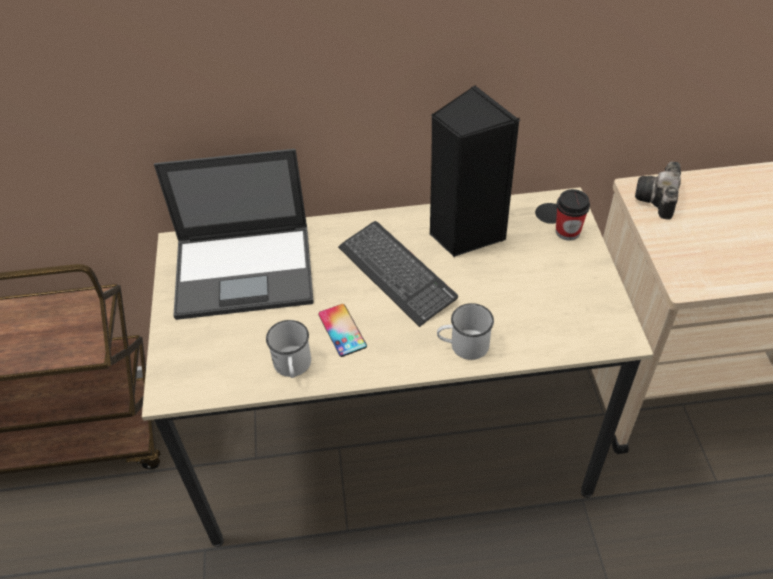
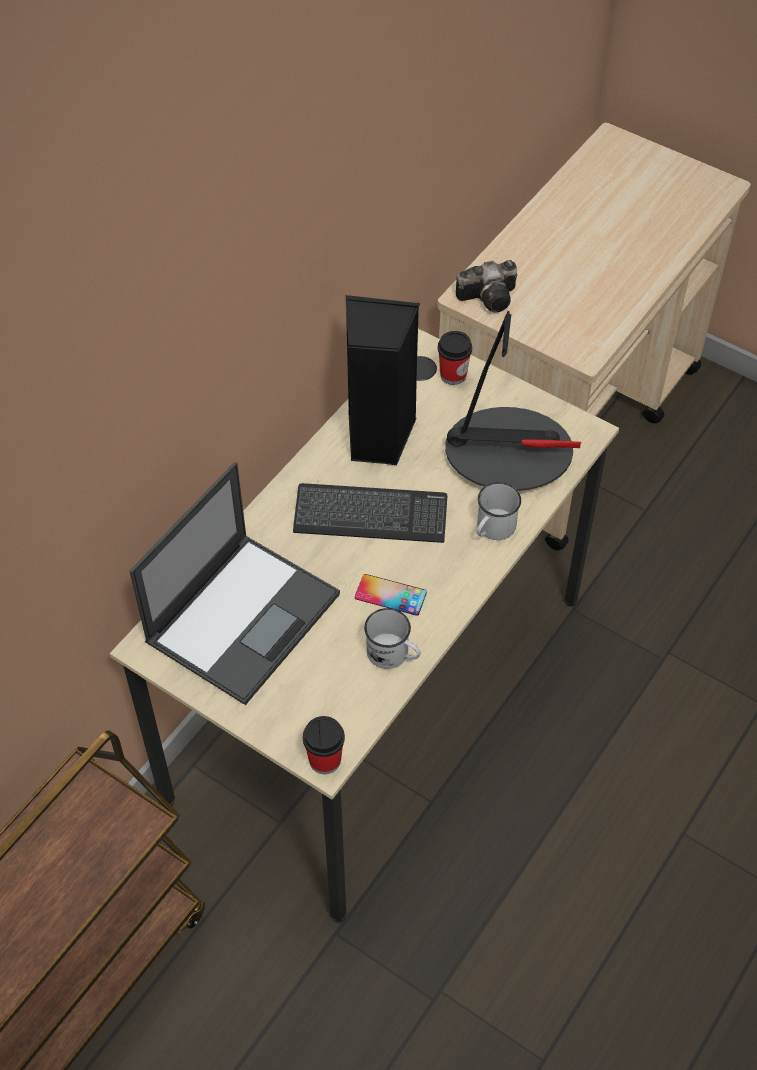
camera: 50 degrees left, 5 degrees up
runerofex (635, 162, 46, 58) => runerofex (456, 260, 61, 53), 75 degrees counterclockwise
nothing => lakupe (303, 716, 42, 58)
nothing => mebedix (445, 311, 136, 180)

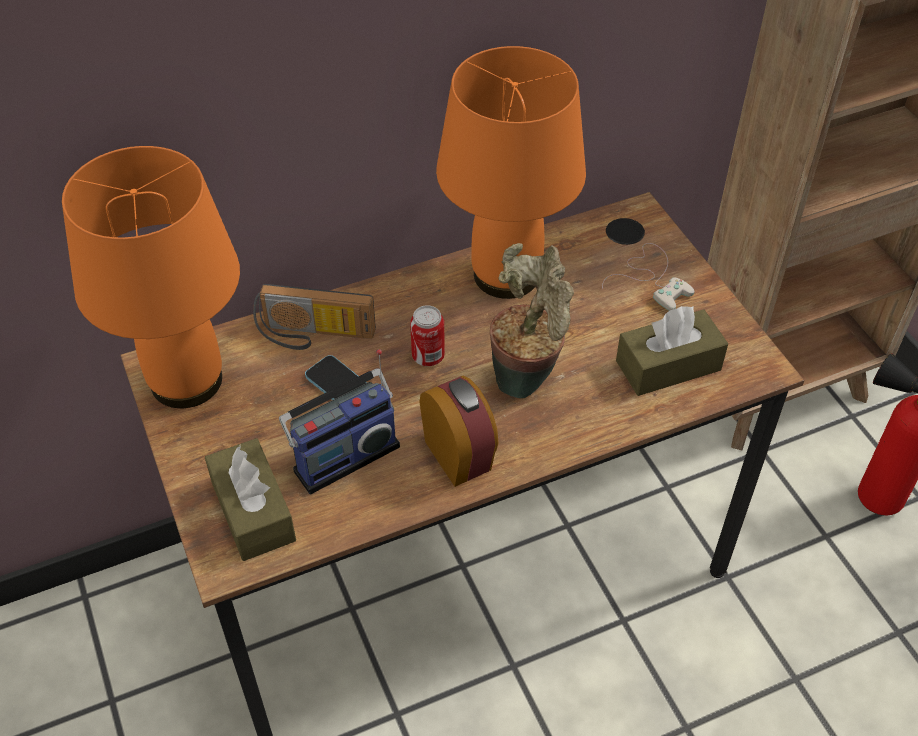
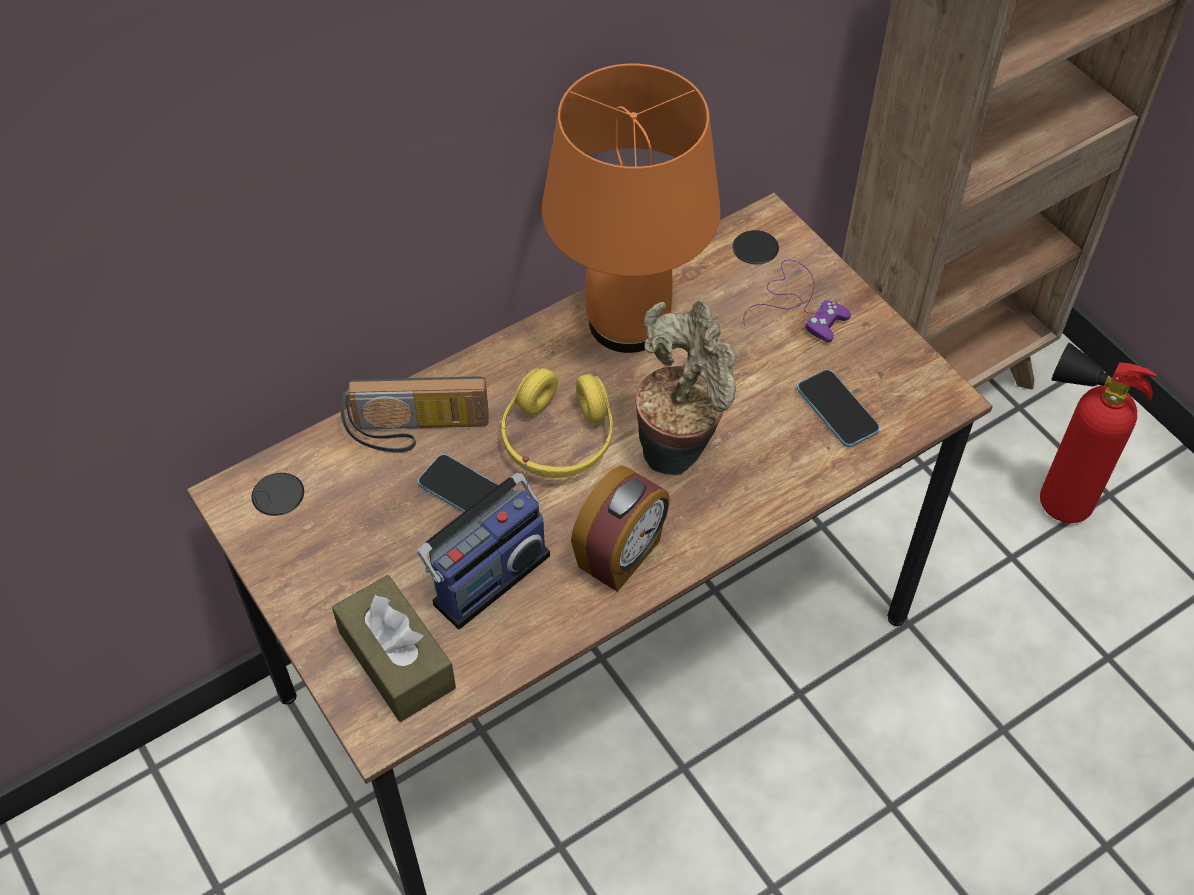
camera: 10 degrees left, 5 degrees up
orange mebedix (62, 146, 178, 262) => nothing
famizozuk (410, 305, 35, 61) => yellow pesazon (501, 368, 112, 110)
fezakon (419, 376, 79, 111) => fezakon (571, 465, 99, 127), 75 degrees clockwise
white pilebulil (602, 243, 93, 68) => purple pilebulil (743, 260, 108, 83)
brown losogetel (616, 306, 112, 90) => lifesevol (797, 369, 83, 79)

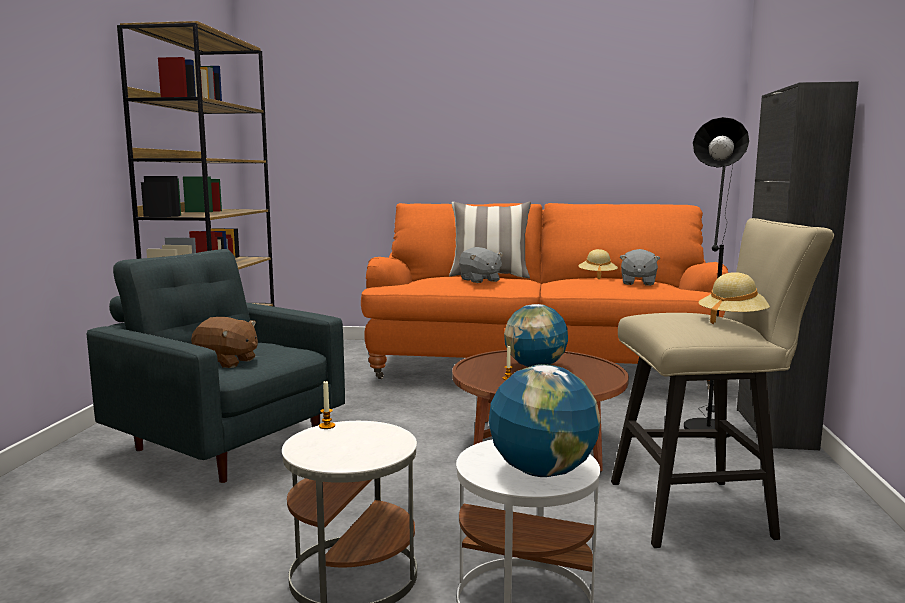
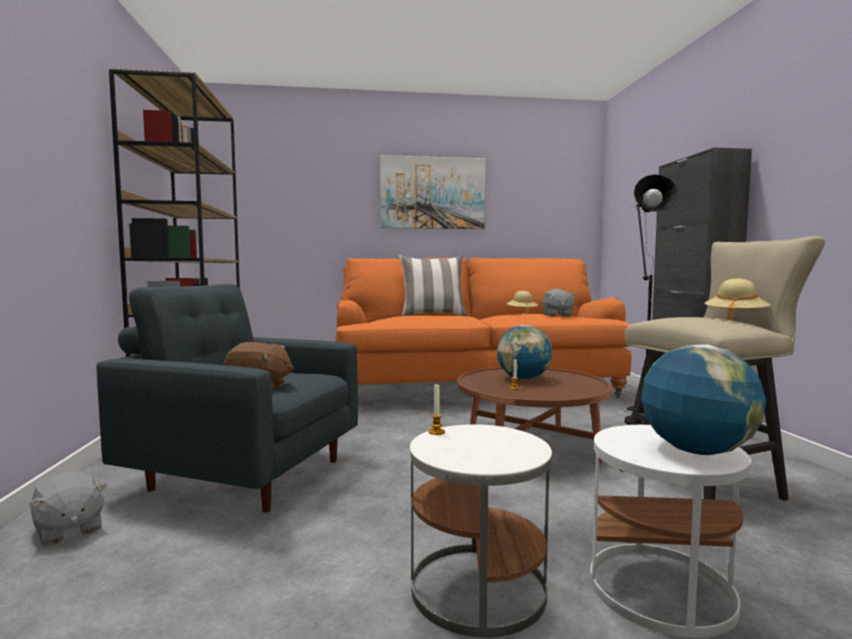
camera: 15 degrees left, 5 degrees down
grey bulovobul (459, 247, 44, 36) => grey bulovobul (29, 472, 78, 73), moved
nothing => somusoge (380, 155, 105, 74)

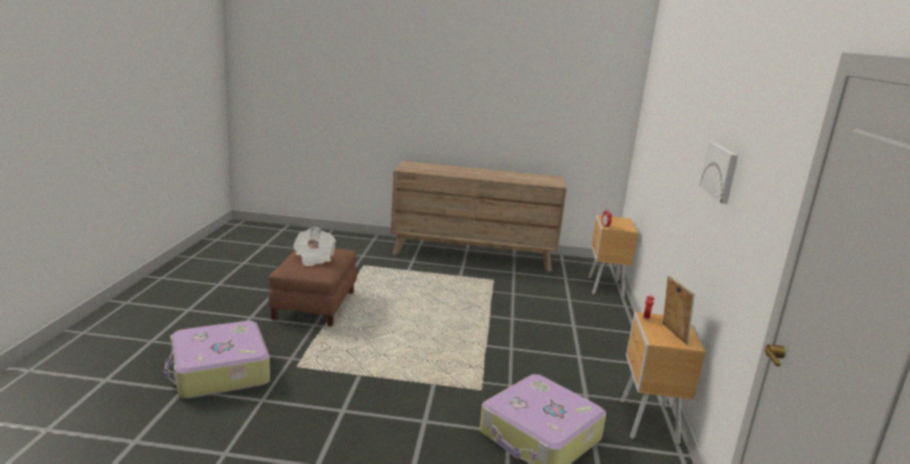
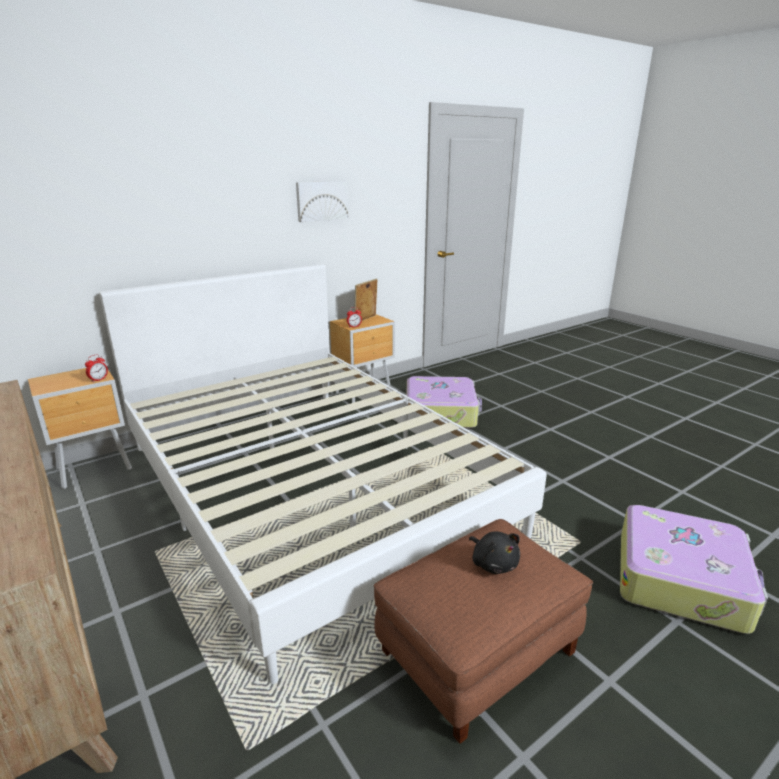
camera: 130 degrees left, 5 degrees up
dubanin (293, 227, 43, 39) => black bulovobul (469, 531, 51, 43)
nothing => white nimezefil (99, 264, 448, 420)

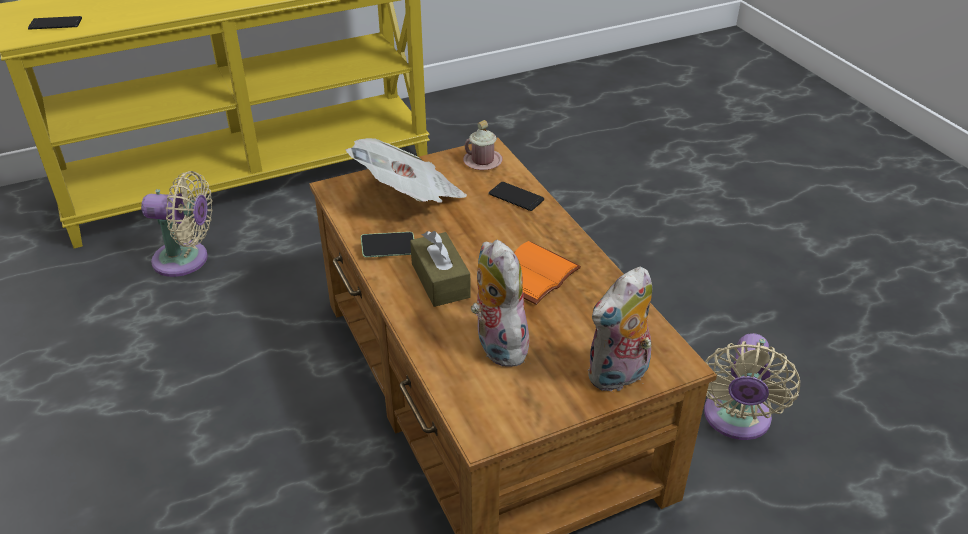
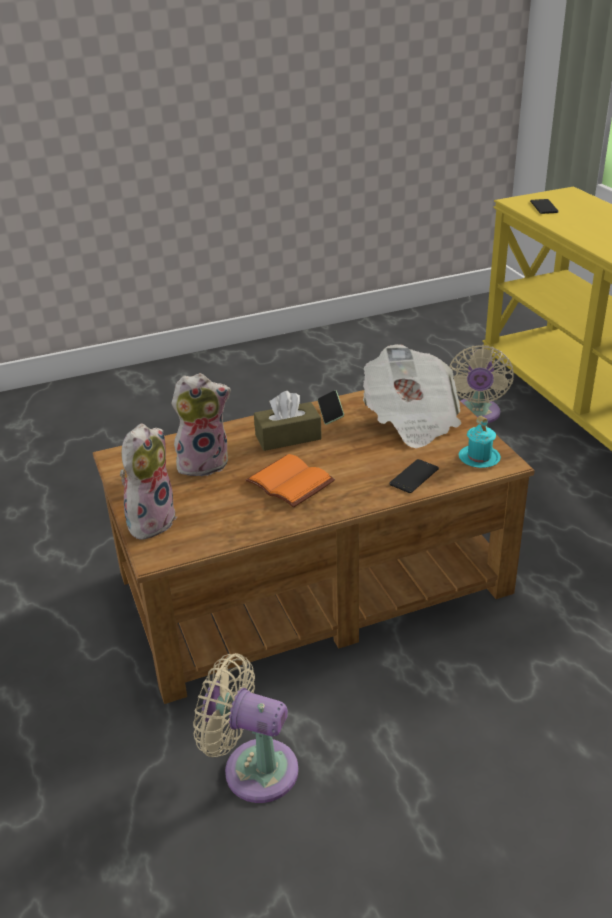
camera: 95 degrees right, 5 degrees down
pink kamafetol (463, 120, 40, 50) => turquoise kamafetol (458, 416, 43, 52)
bulovobul (588, 267, 64, 124) => bulovobul (120, 423, 57, 117), 60 degrees clockwise

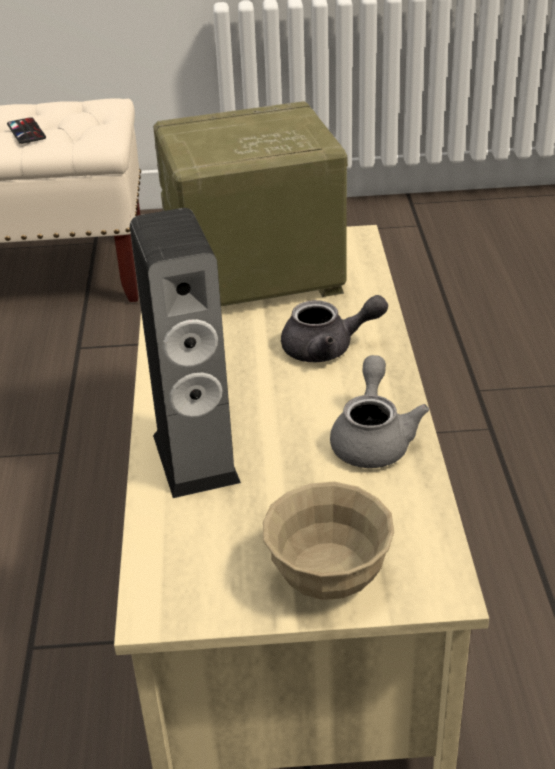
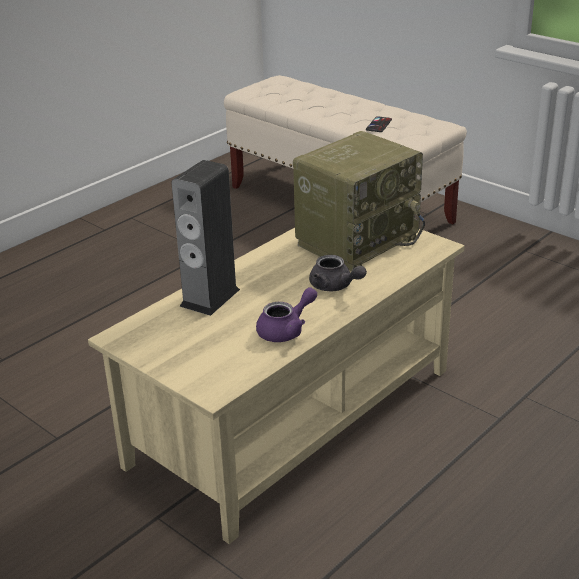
camera: 45 degrees right, 5 degrees down
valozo (153, 101, 195, 205) => valozo (293, 131, 132, 141), 105 degrees clockwise
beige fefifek (263, 481, 131, 119) => nothing
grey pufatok (330, 355, 99, 113) => purple pufatok (256, 287, 61, 55)

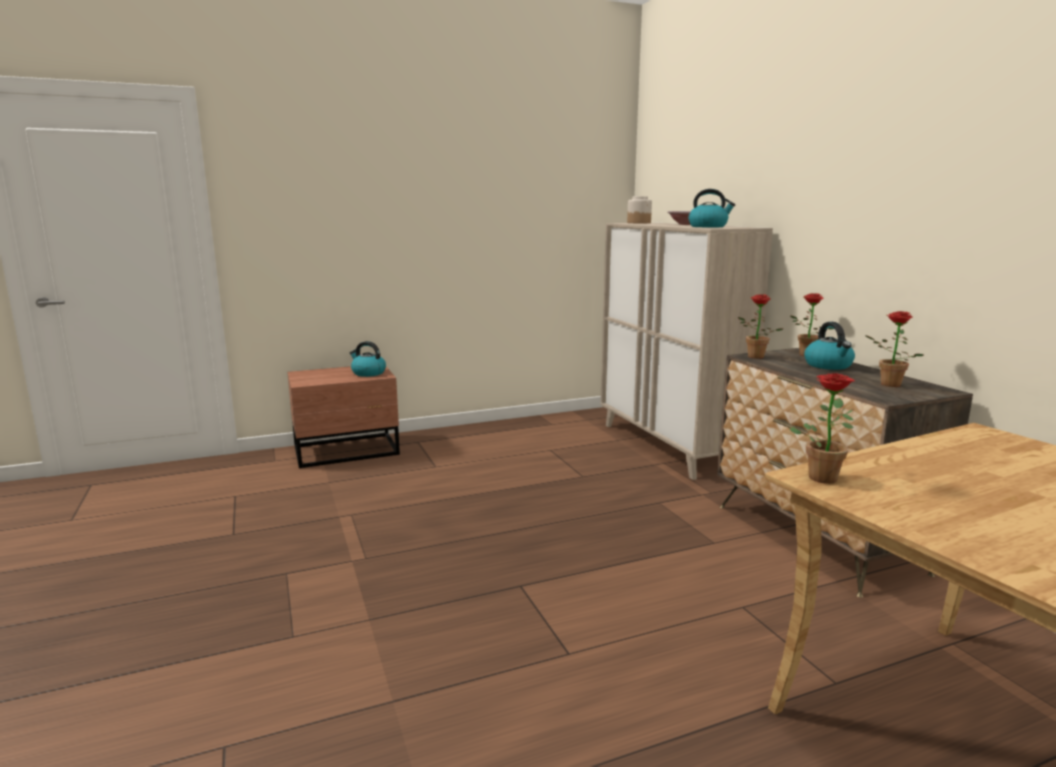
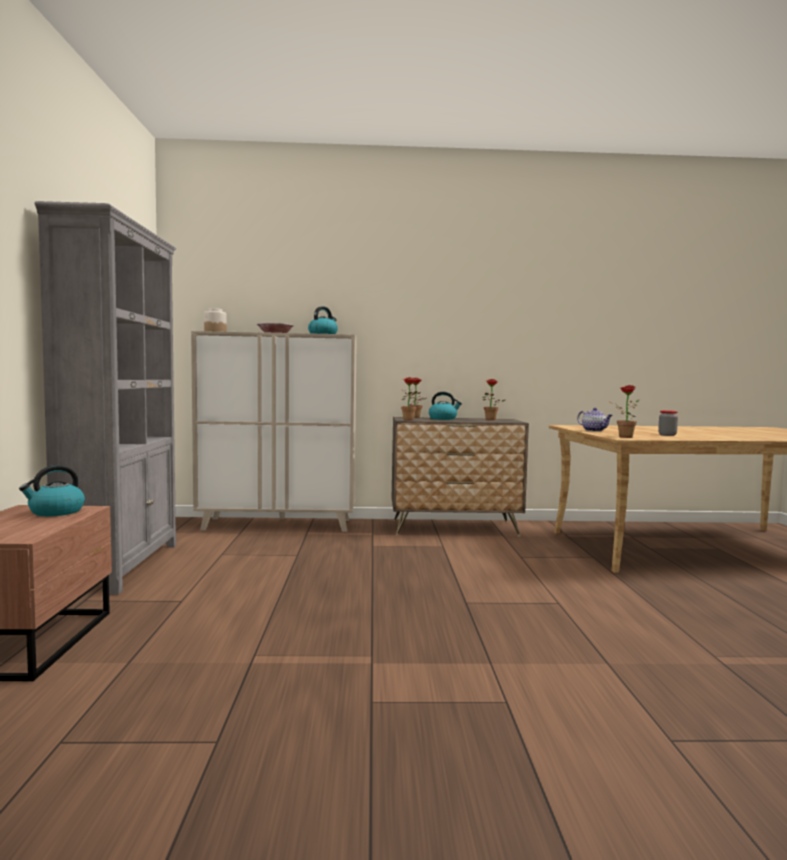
camera: 70 degrees left, 10 degrees down
nothing => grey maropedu (34, 201, 142, 394)
nothing => pufatok (577, 408, 36, 24)
nothing => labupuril (658, 410, 20, 26)

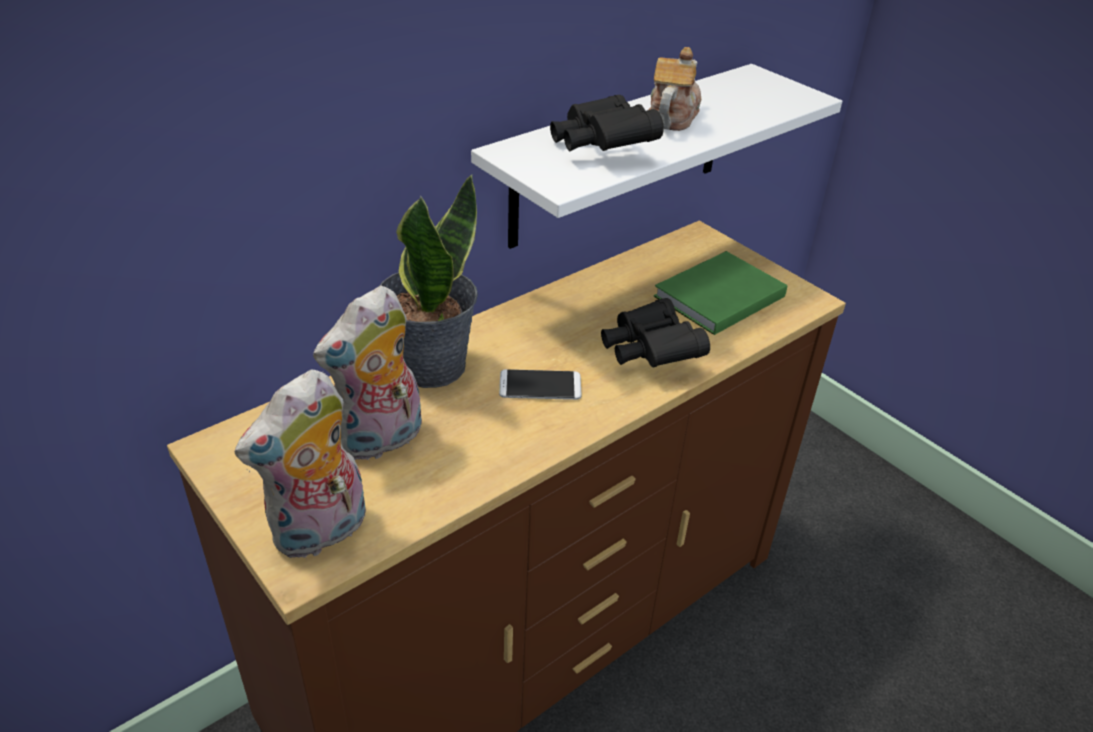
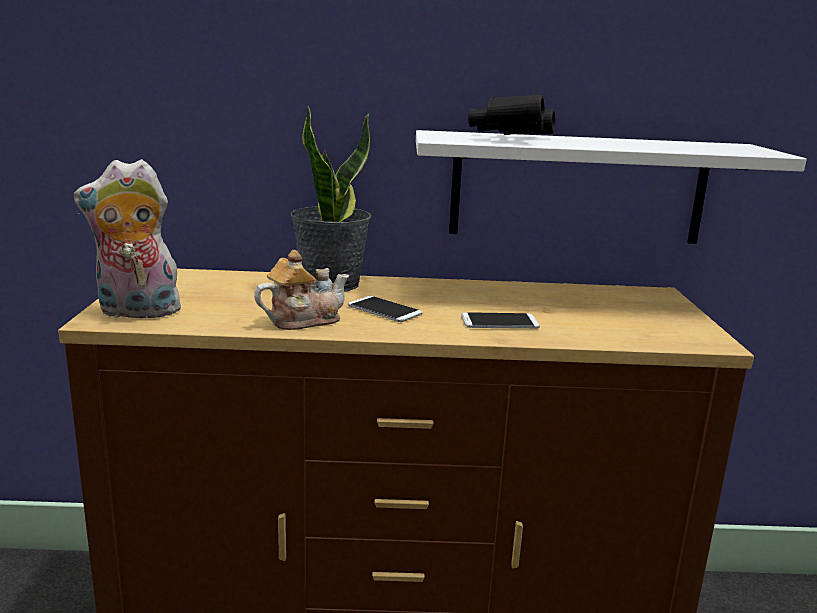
camera: 40 degrees right, 20 degrees down
bulovobul (313, 286, 109, 176) => nothing
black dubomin (601, 298, 109, 69) => lifesevol (461, 312, 79, 17)
pufatok (648, 47, 53, 84) => pufatok (254, 250, 95, 80), moved
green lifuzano (654, 251, 134, 84) => nothing

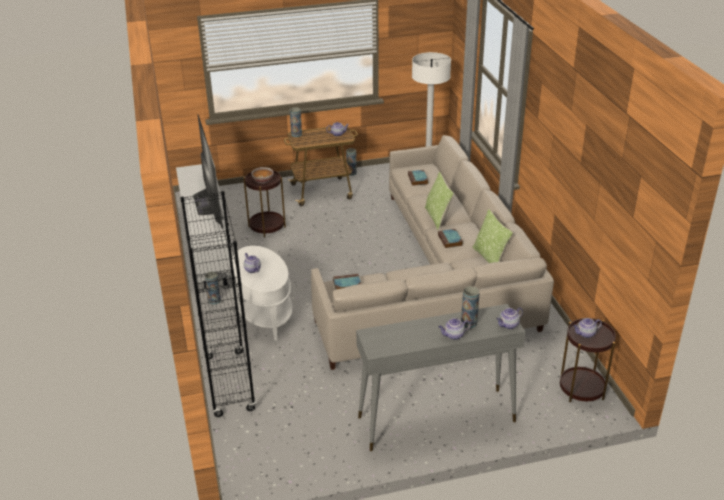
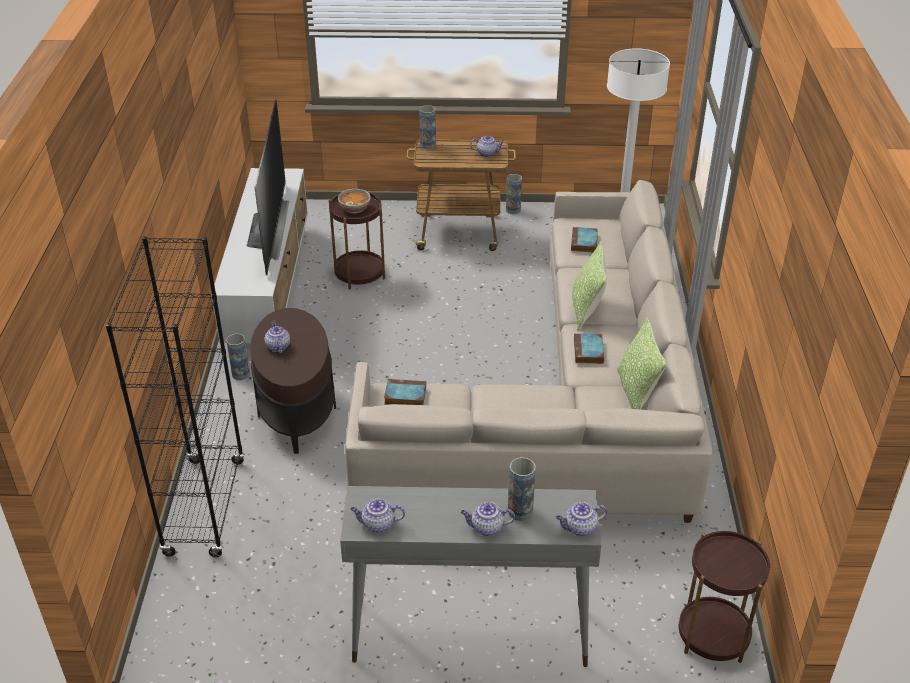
camera: 15 degrees right, 5 degrees up
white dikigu (231, 246, 62, 95) => brown dikigu (251, 308, 85, 146)
pufatok (573, 318, 29, 20) => pufatok (350, 499, 55, 34), moved

